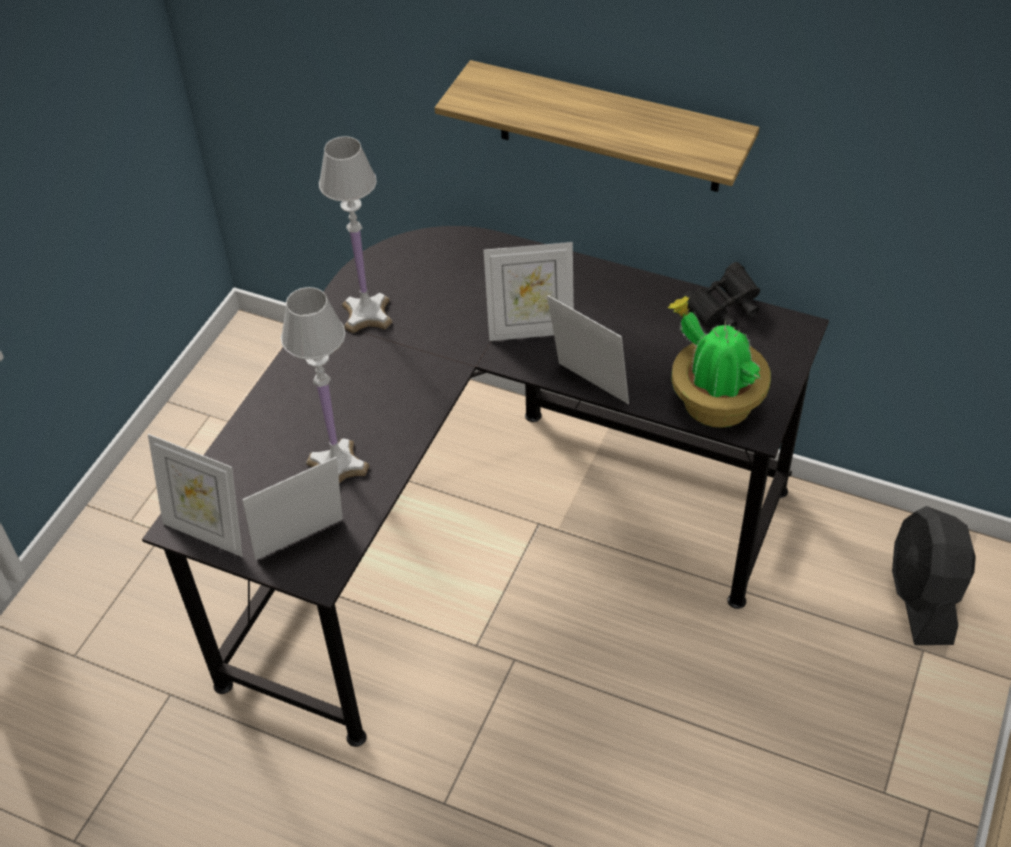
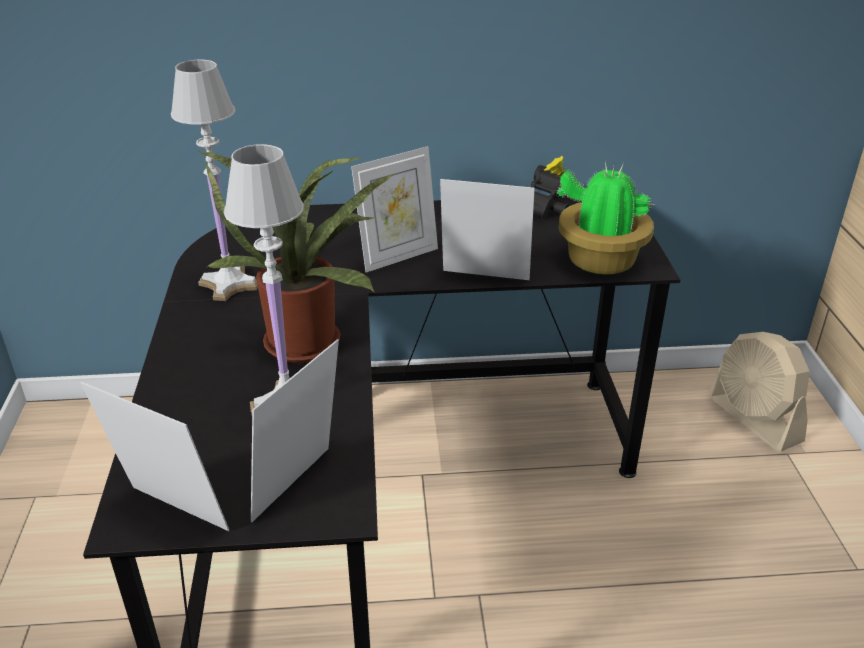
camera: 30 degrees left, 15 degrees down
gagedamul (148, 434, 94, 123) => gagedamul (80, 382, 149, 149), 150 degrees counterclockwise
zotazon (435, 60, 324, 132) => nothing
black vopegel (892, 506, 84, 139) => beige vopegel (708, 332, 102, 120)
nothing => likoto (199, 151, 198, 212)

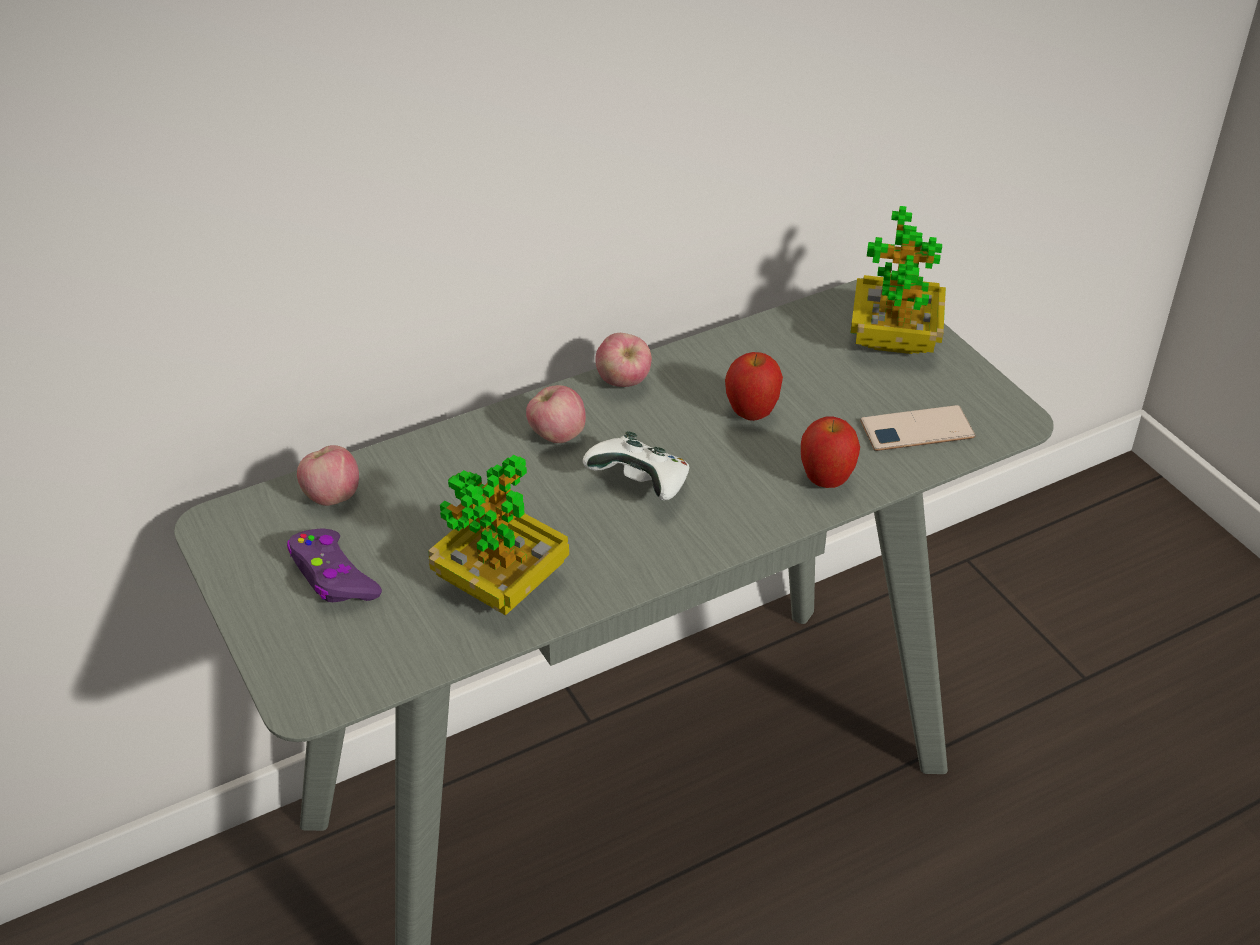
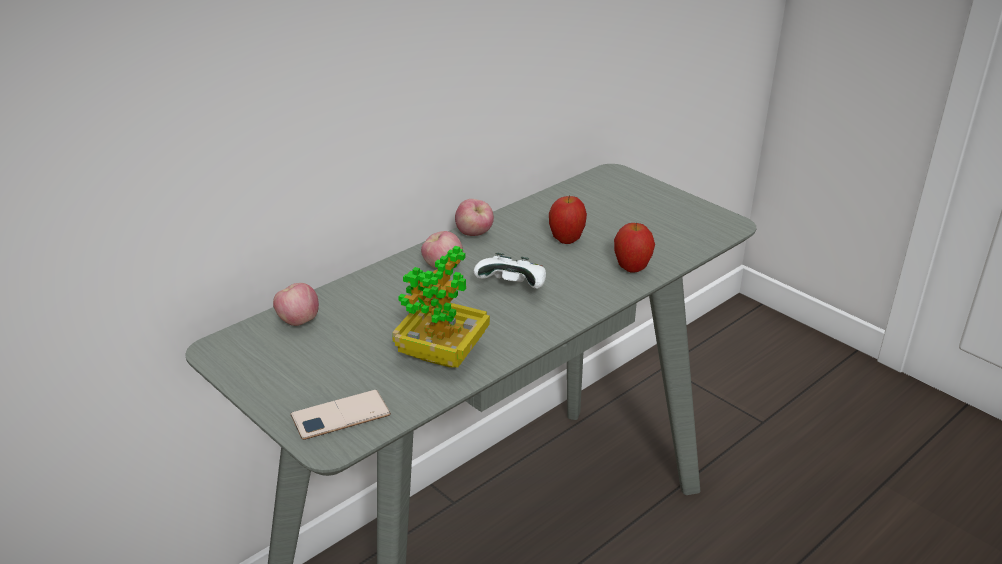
camera: 15 degrees left, 10 degrees down
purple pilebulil (287, 528, 95, 74) => nothing
likoto (850, 206, 96, 148) => nothing
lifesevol (860, 405, 116, 46) => lifesevol (291, 390, 100, 50), moved

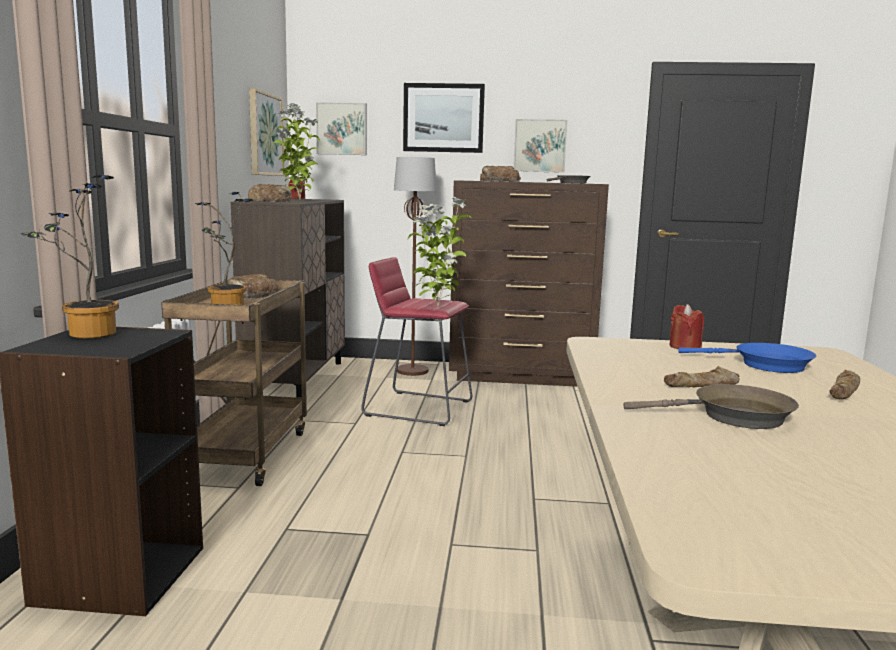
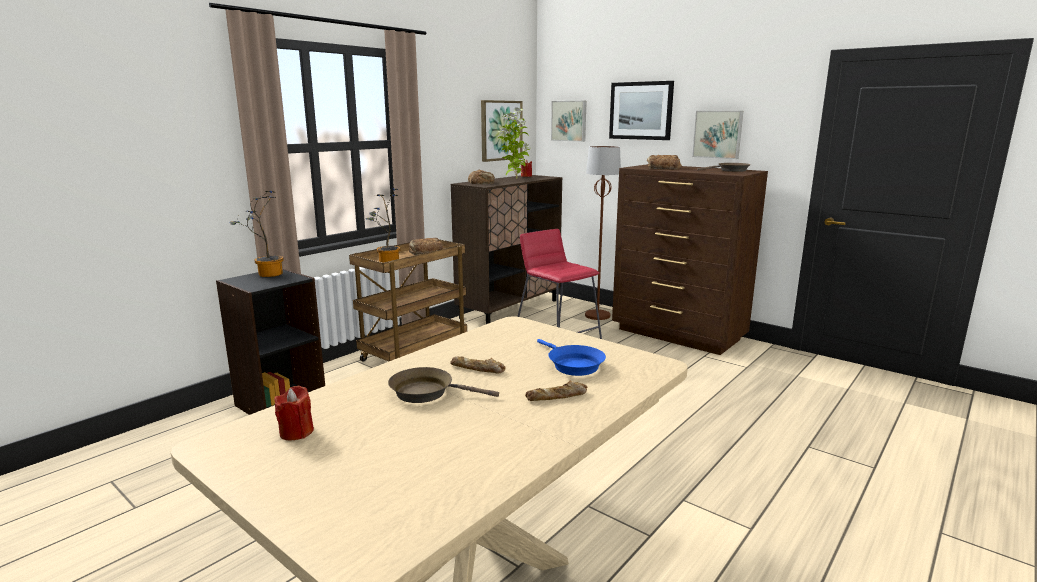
camera: 35 degrees right, 5 degrees up
likoto (408, 197, 63, 110) => nothing
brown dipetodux (624, 384, 175, 45) => brown dipetodux (388, 367, 111, 36), 150 degrees clockwise
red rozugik (669, 304, 35, 45) => red rozugik (274, 386, 40, 54), moved

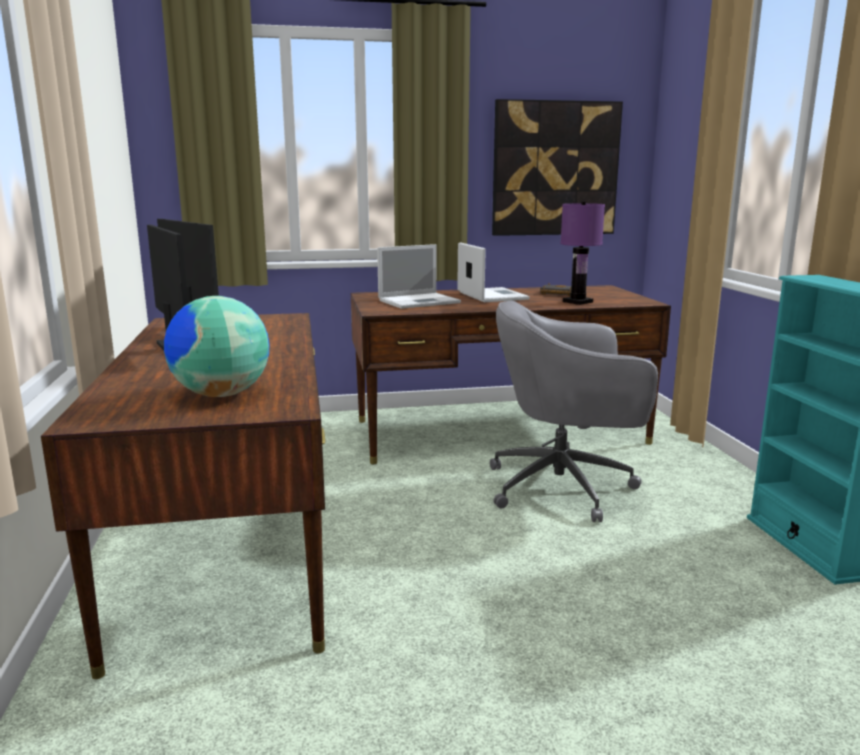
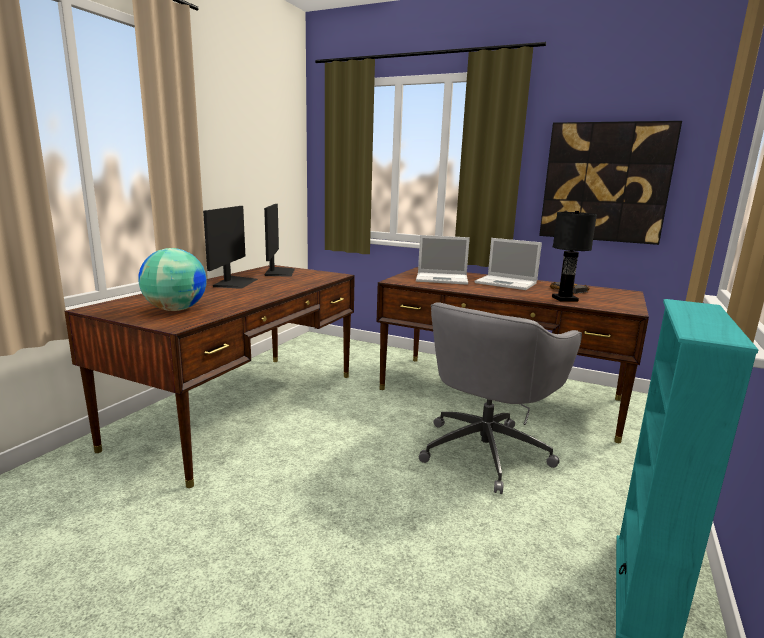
camera: 35 degrees right, 0 degrees up
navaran (457, 242, 73, 60) => navaran (475, 238, 67, 52), 105 degrees clockwise
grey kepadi (490, 301, 168, 221) => grey kepadi (419, 302, 163, 192), 90 degrees counterclockwise
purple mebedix (560, 202, 45, 103) => black mebedix (552, 211, 45, 91)

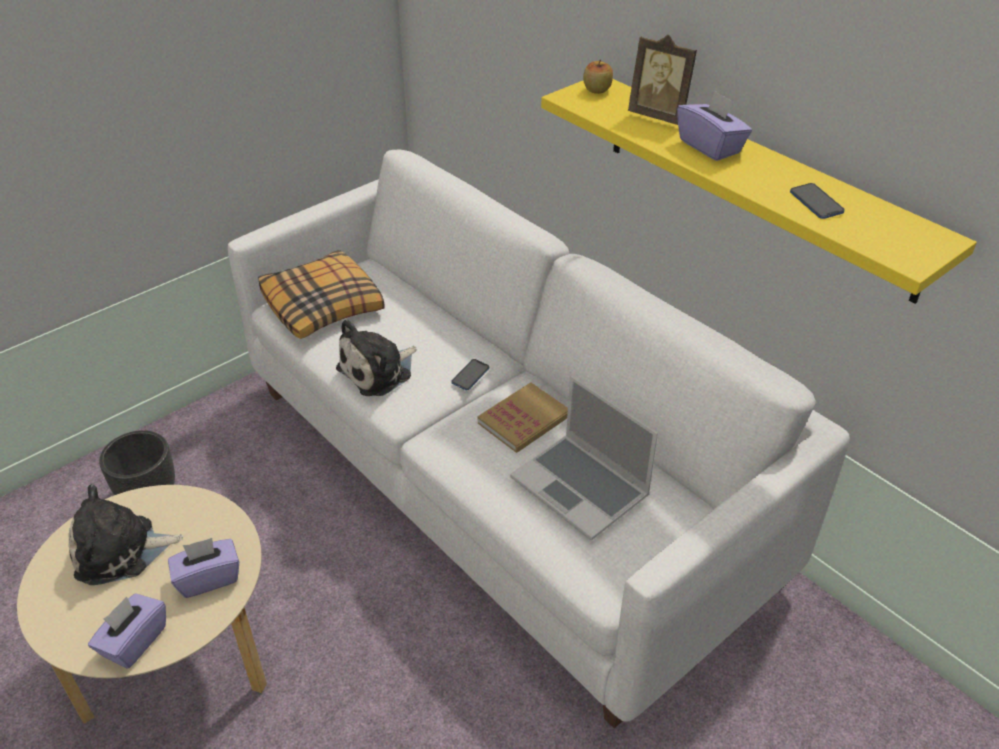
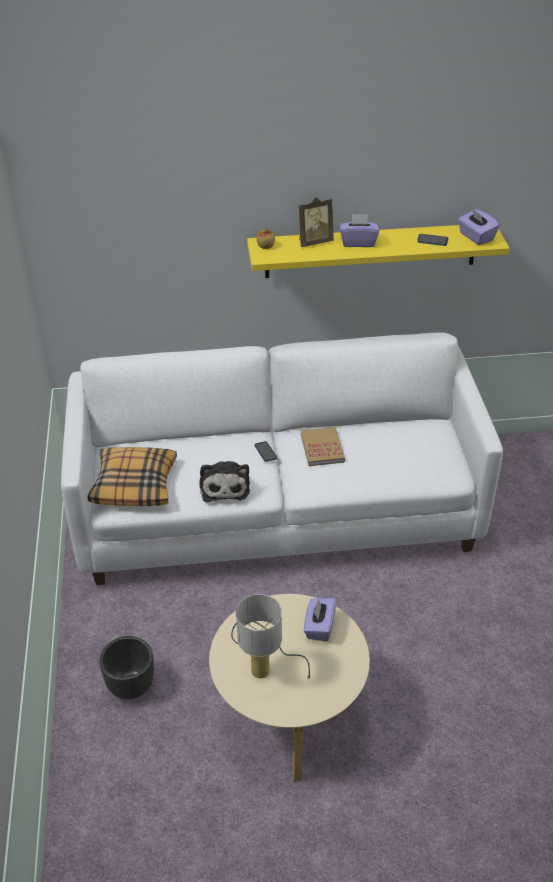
camera: 55 degrees left, 0 degrees up
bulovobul (69, 484, 114, 101) => mebedix (231, 594, 79, 86)
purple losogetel (88, 593, 78, 75) => purple losogetel (458, 208, 41, 37), moved
navaran (510, 376, 148, 165) => nothing

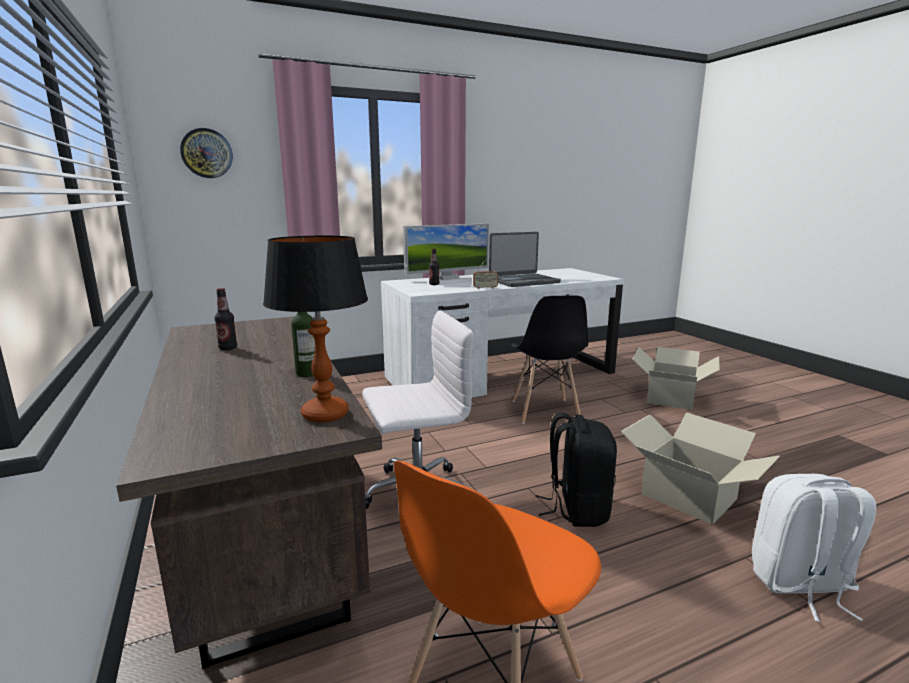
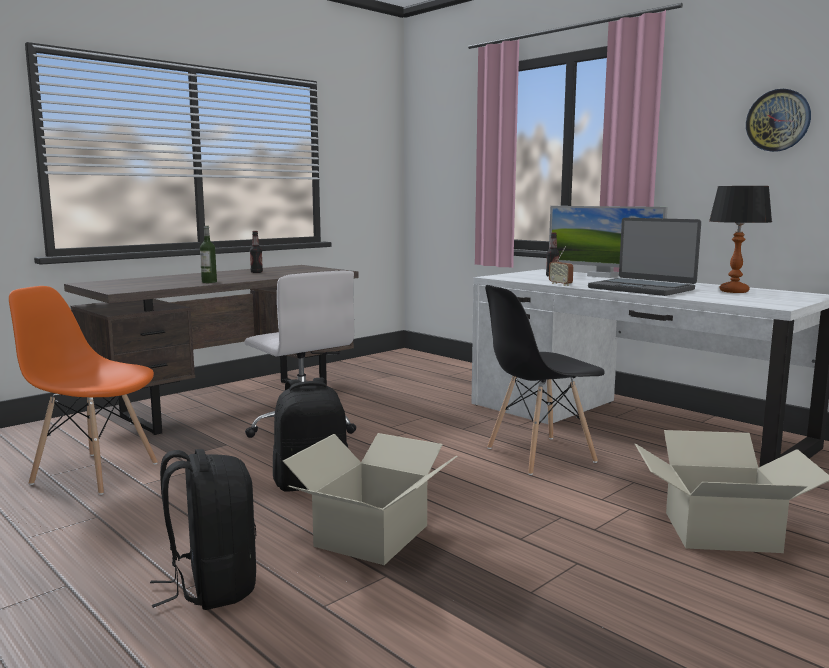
camera: 70 degrees right, 5 degrees down
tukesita (180, 128, 53, 50) => tukesita (746, 89, 65, 63), moved
mebedix (263, 235, 105, 188) => mebedix (709, 186, 63, 107), moved
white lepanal (752, 474, 124, 148) => black lepanal (150, 449, 106, 161)

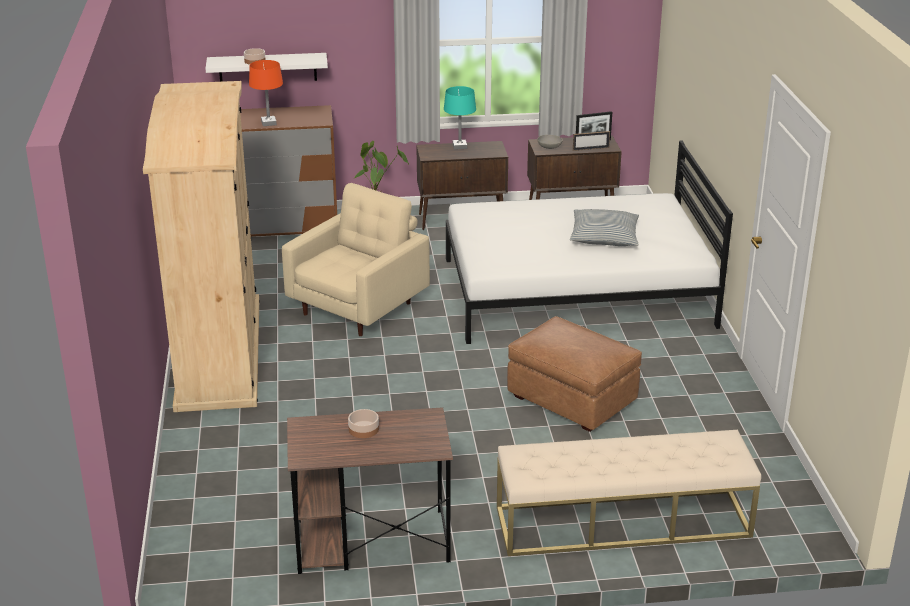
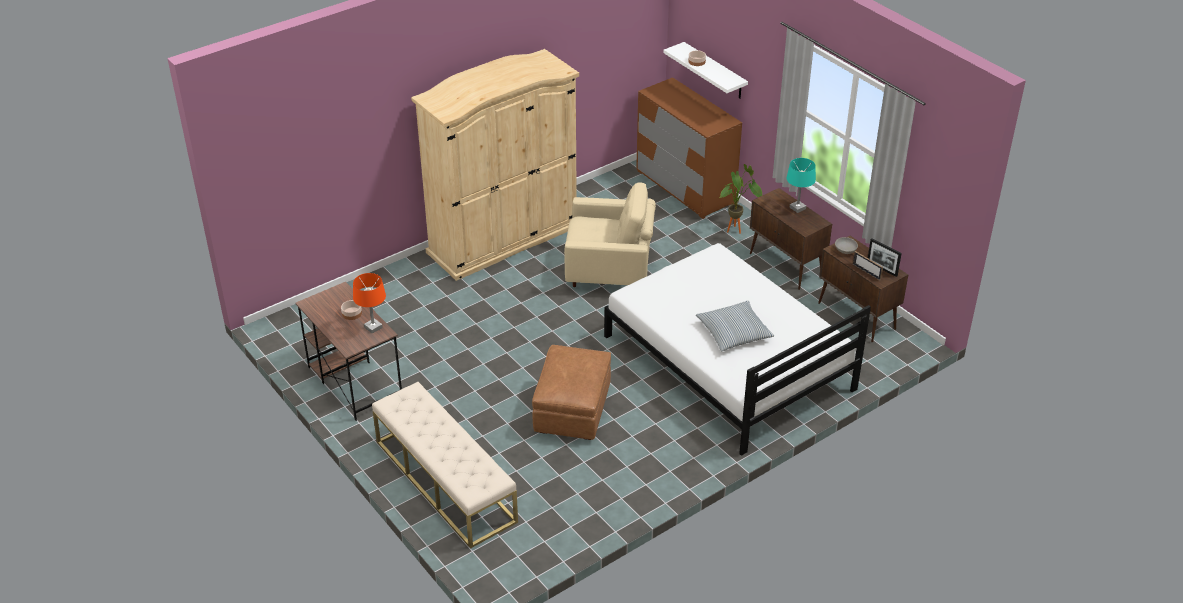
camera: 60 degrees right, 10 degrees up
orange mebedix (249, 60, 34, 66) => orange mebedix (353, 273, 33, 61), moved

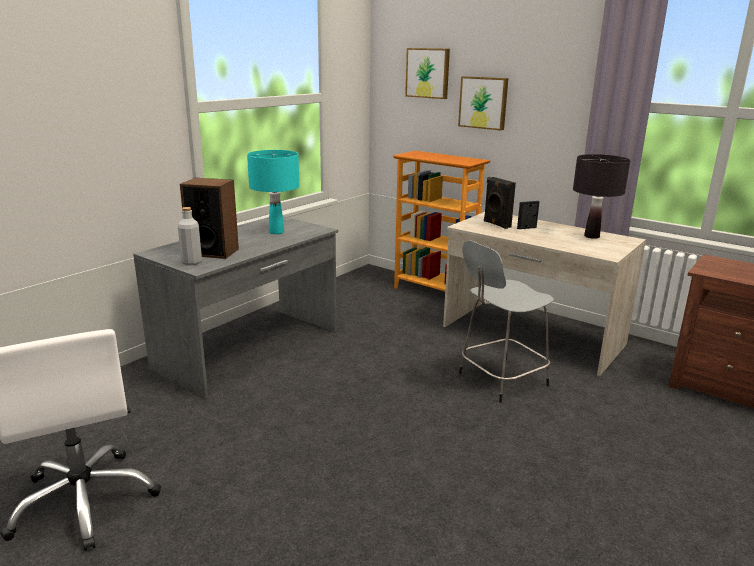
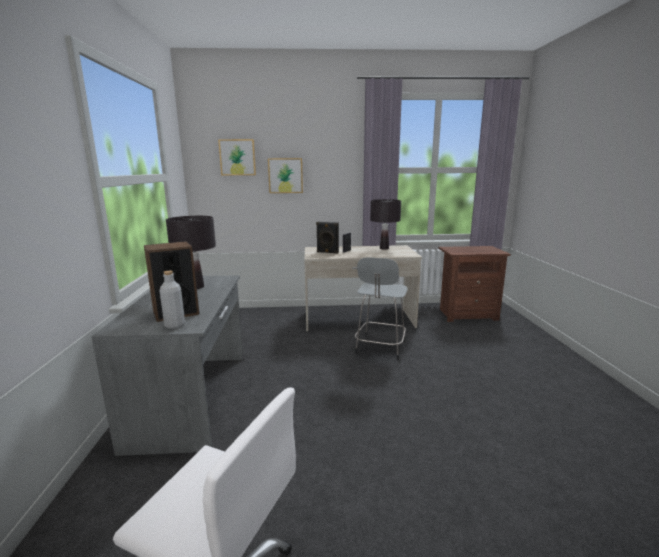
camera: 40 degrees left, 5 degrees down
turquoise mebedix (247, 150, 53, 84) => black mebedix (166, 216, 50, 73)
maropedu (393, 151, 98, 140) => nothing

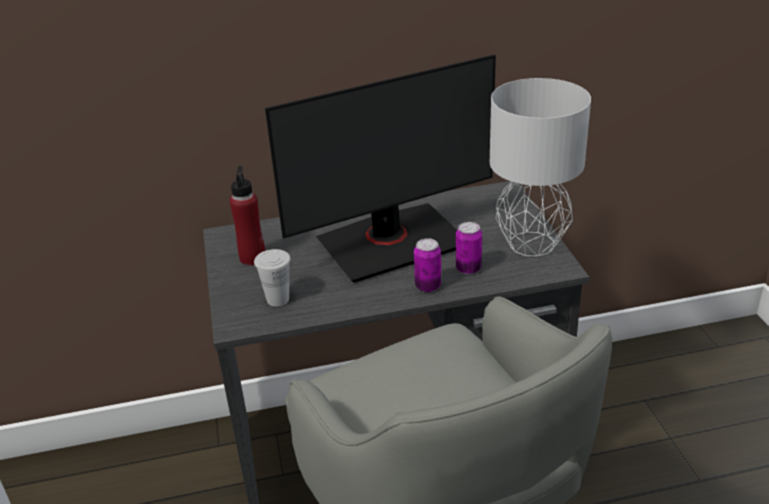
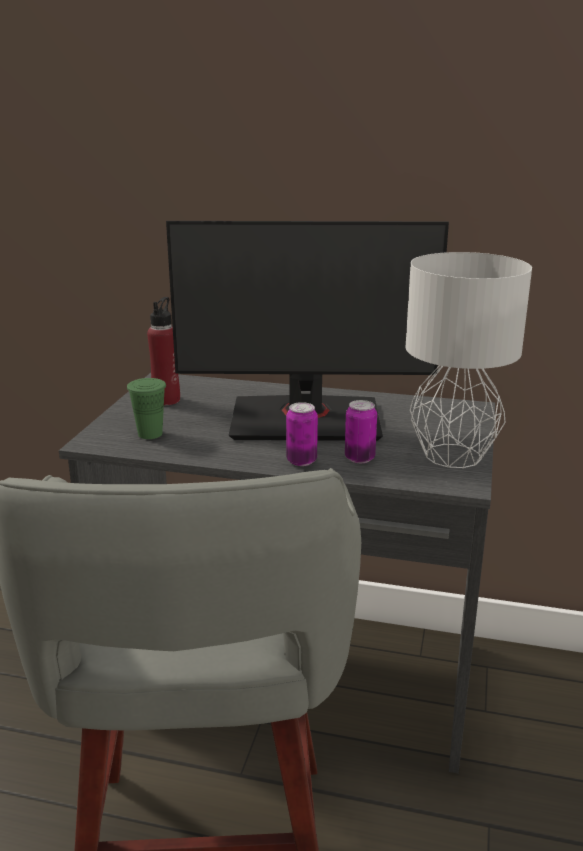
camera: 25 degrees right, 10 degrees down
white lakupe (254, 249, 37, 58) => green lakupe (127, 378, 39, 61)

